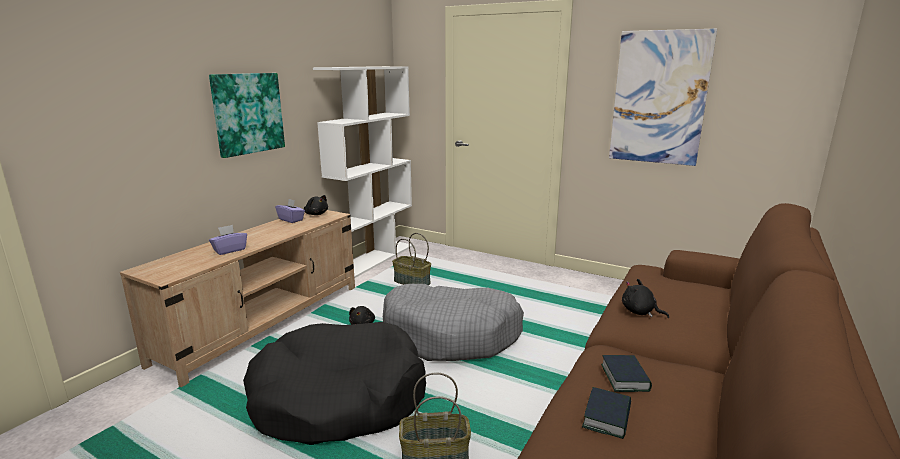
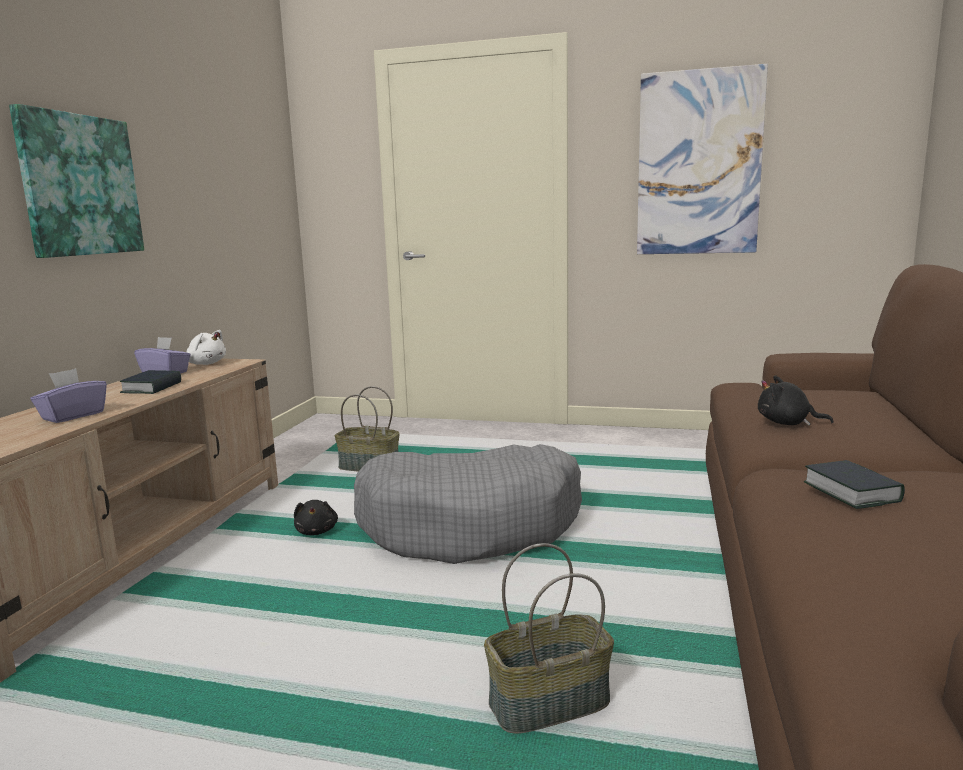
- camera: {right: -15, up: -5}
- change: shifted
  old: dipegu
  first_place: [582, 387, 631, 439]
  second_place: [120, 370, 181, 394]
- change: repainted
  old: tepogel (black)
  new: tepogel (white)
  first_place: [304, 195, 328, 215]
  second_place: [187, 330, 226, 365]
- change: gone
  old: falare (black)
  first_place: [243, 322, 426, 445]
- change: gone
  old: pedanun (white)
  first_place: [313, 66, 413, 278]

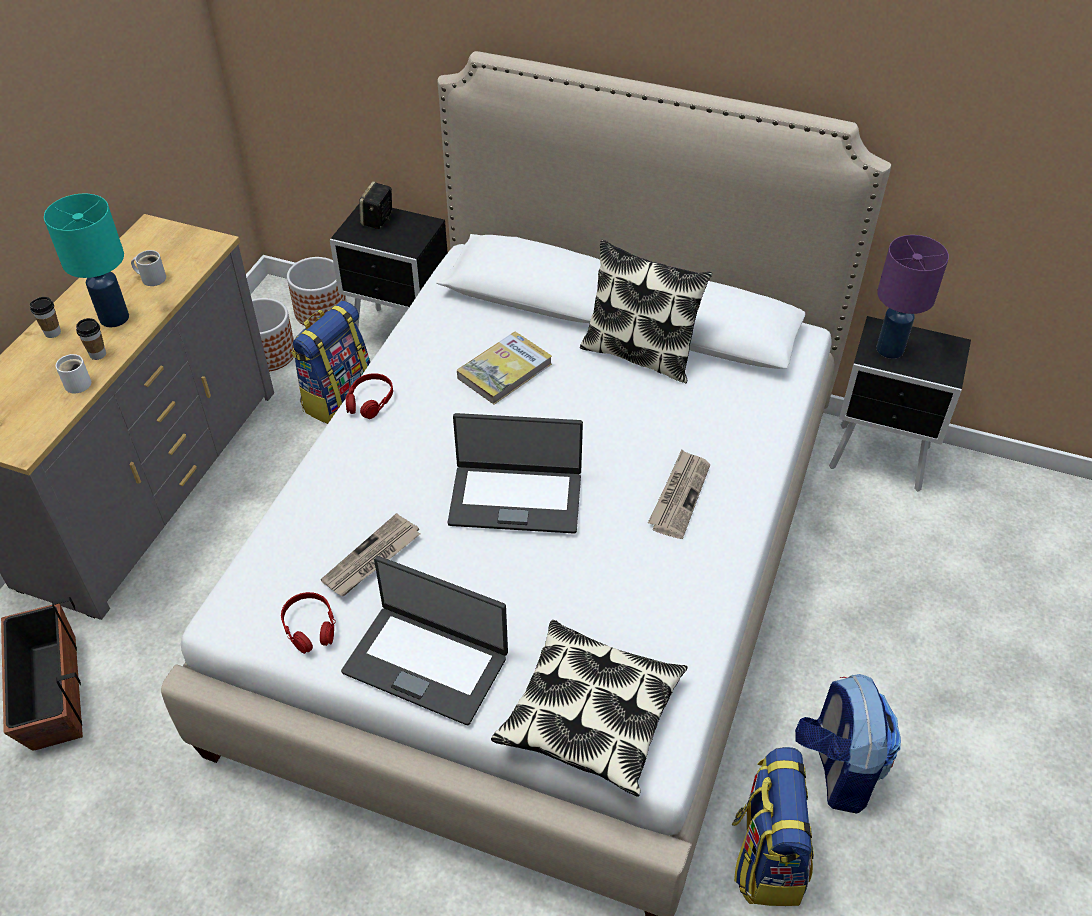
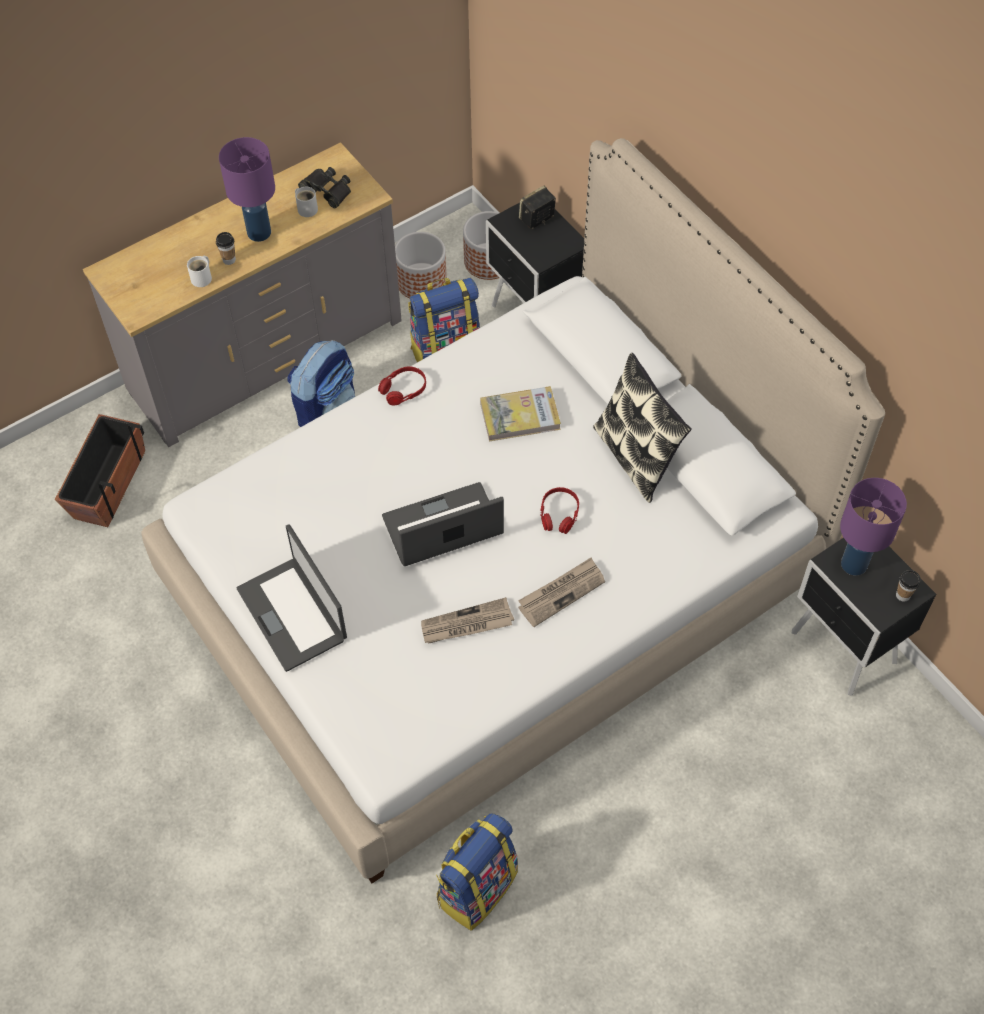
- camera: {right: 35, up: 10}
- change: repainted
  old: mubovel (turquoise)
  new: mubovel (purple)
  first_place: [44, 194, 129, 327]
  second_place: [219, 137, 275, 242]
- change: shifted
  old: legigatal
  first_place: [795, 674, 901, 813]
  second_place: [287, 340, 355, 427]
- change: new
  new: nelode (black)
  second_place: [298, 167, 351, 209]
- change: rotated
  old: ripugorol
  first_place: [448, 413, 583, 533]
  second_place: [382, 482, 504, 566]
  degrees: 120
- change: shifted
  old: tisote
  first_place: [321, 513, 420, 596]
  second_place: [421, 597, 514, 644]
- change: shifted
  old: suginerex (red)
  first_place: [281, 592, 336, 654]
  second_place: [540, 487, 579, 534]
- change: shifted
  old: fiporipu
  first_place: [30, 297, 61, 338]
  second_place: [896, 570, 920, 602]
- change: gone
  old: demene
  first_place: [491, 620, 688, 797]

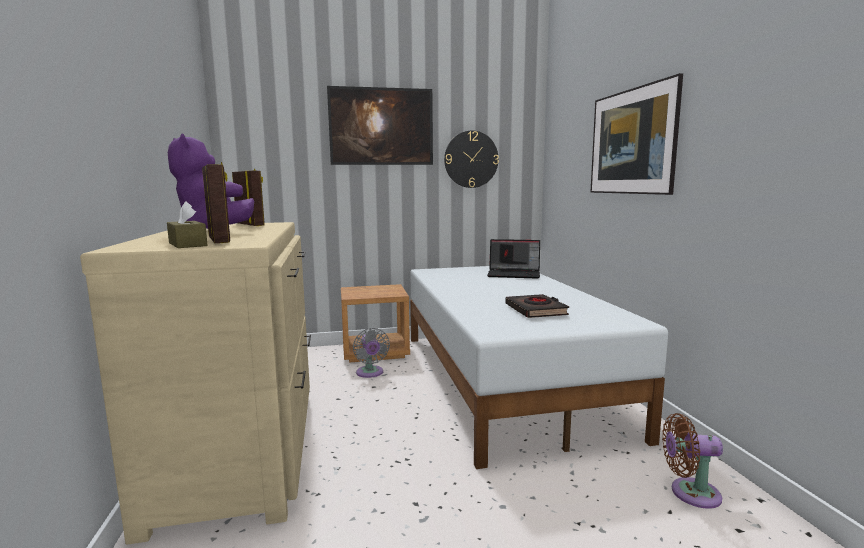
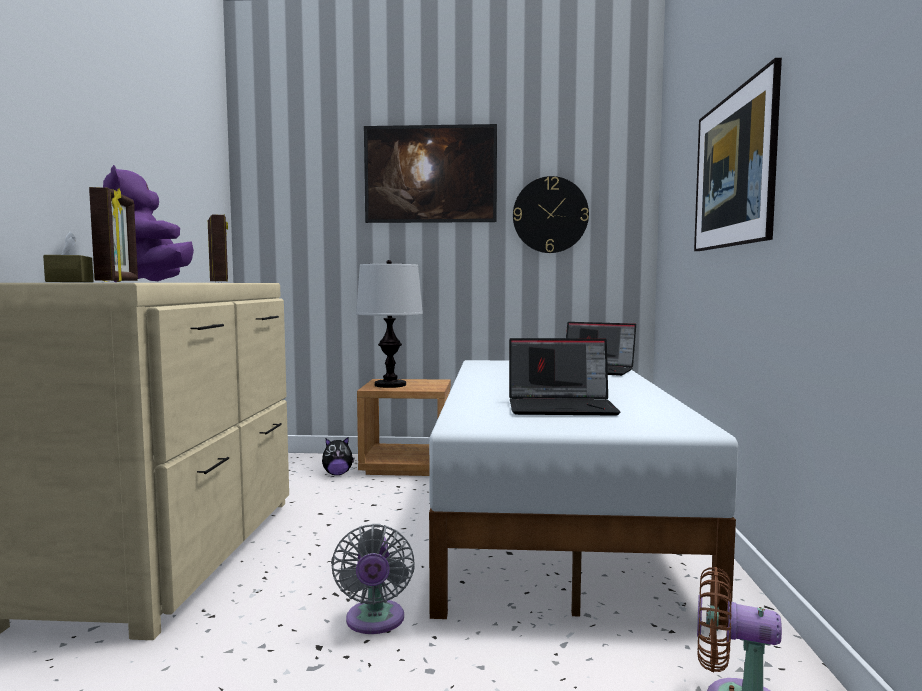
- camera: {right: 15, up: -5}
- change: new
  new: tepogel
  second_place: [322, 437, 355, 475]
- change: shifted
  old: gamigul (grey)
  first_place: [353, 328, 390, 378]
  second_place: [331, 524, 415, 634]
- change: new
  new: mubovel
  second_place: [356, 260, 423, 388]
- change: swapped
  old: dipegu (black)
  new: ripugorol
  first_place: [505, 294, 569, 318]
  second_place: [509, 338, 620, 416]

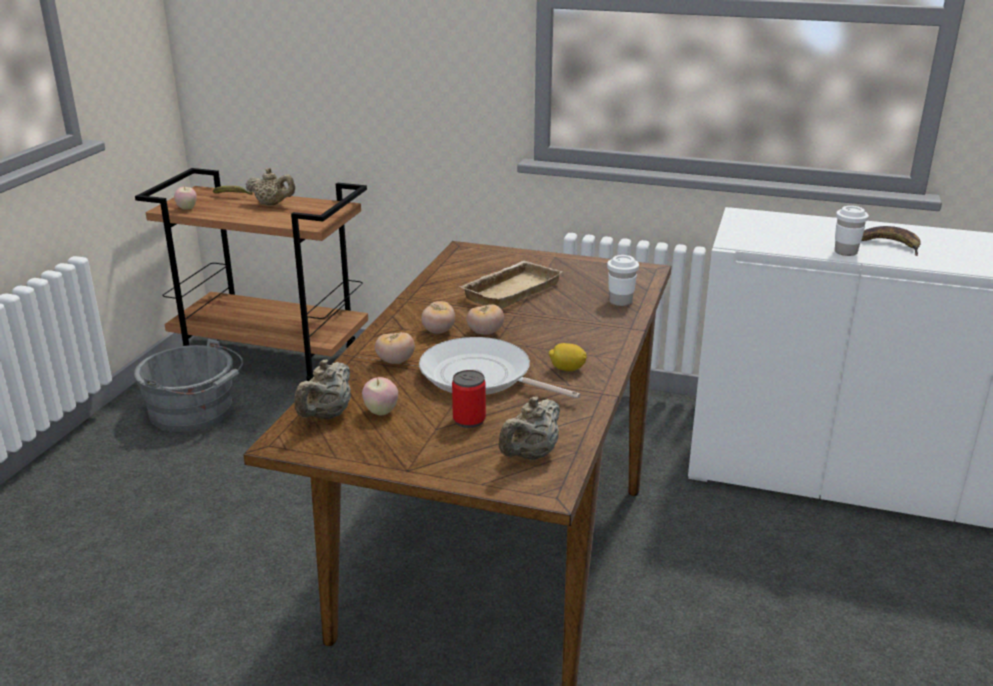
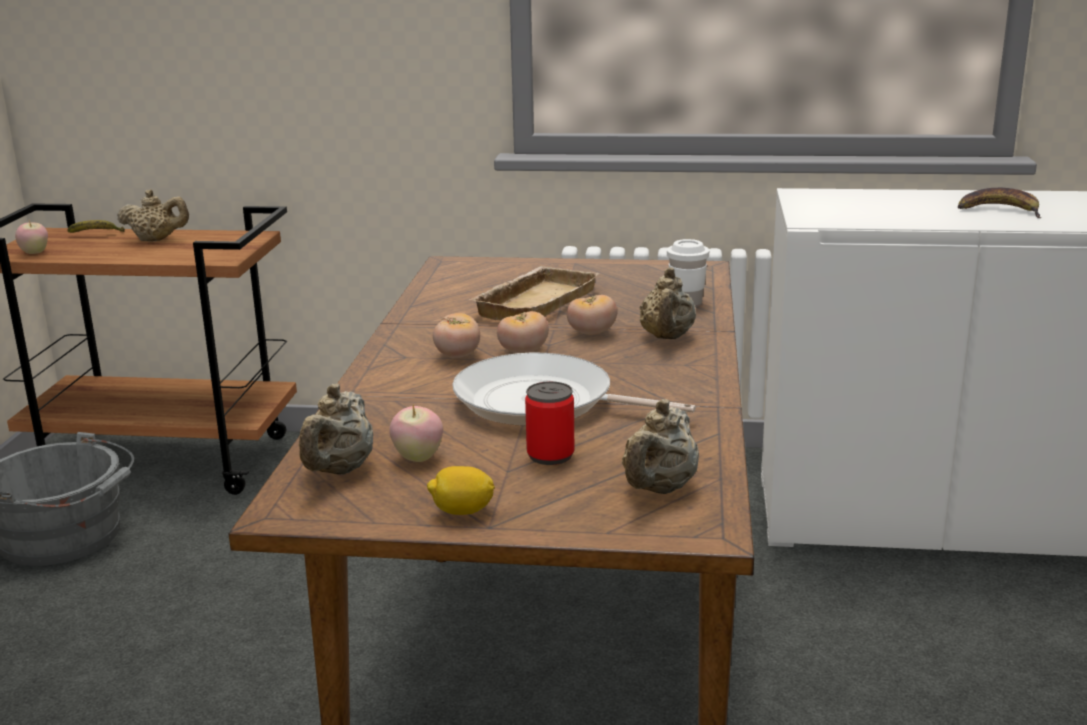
- camera: {right: -10, up: -5}
- change: shifted
  old: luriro
  first_place: [549, 343, 587, 371]
  second_place: [427, 466, 495, 515]
- change: shifted
  old: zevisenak
  first_place: [375, 332, 415, 364]
  second_place: [567, 295, 617, 335]
- change: new
  new: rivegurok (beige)
  second_place: [640, 267, 696, 339]
- change: gone
  old: fiporipu (white)
  first_place: [835, 206, 869, 256]

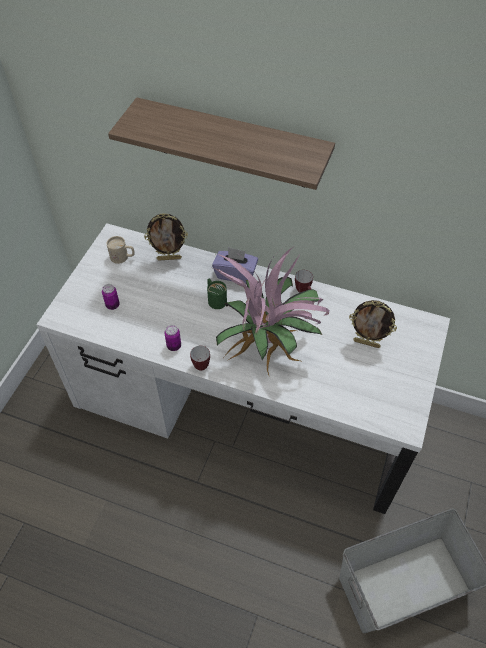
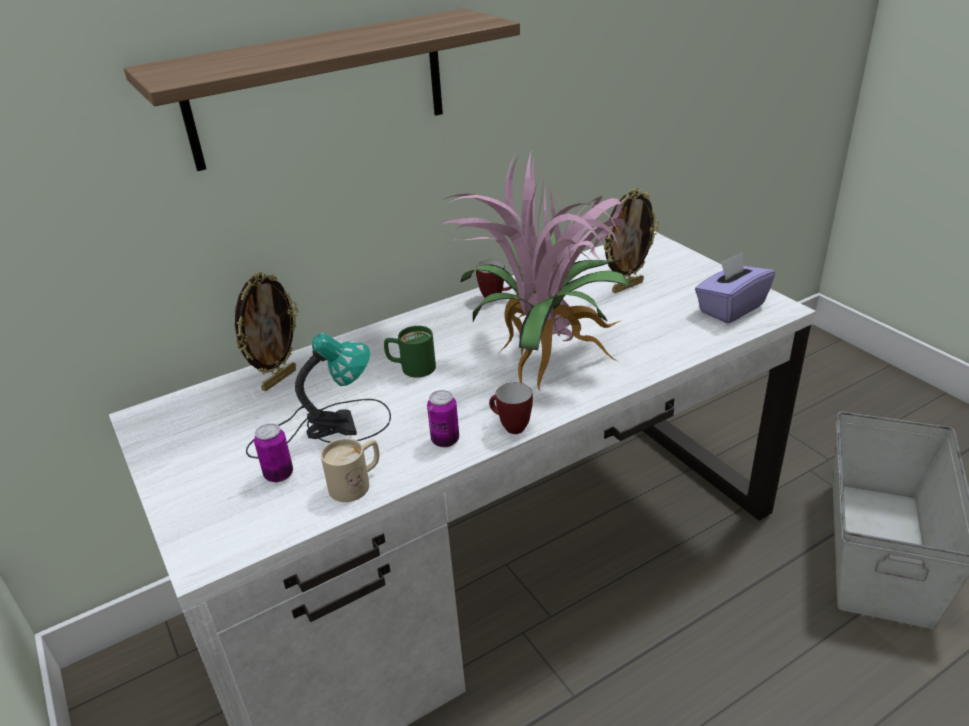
- camera: {right: -50, up: -20}
- change: new
  new: mubovel
  second_place: [246, 333, 391, 458]
- change: shifted
  old: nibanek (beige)
  first_place: [106, 236, 135, 264]
  second_place: [321, 438, 379, 502]
- change: shifted
  old: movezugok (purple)
  first_place: [212, 247, 258, 284]
  second_place: [695, 252, 775, 324]

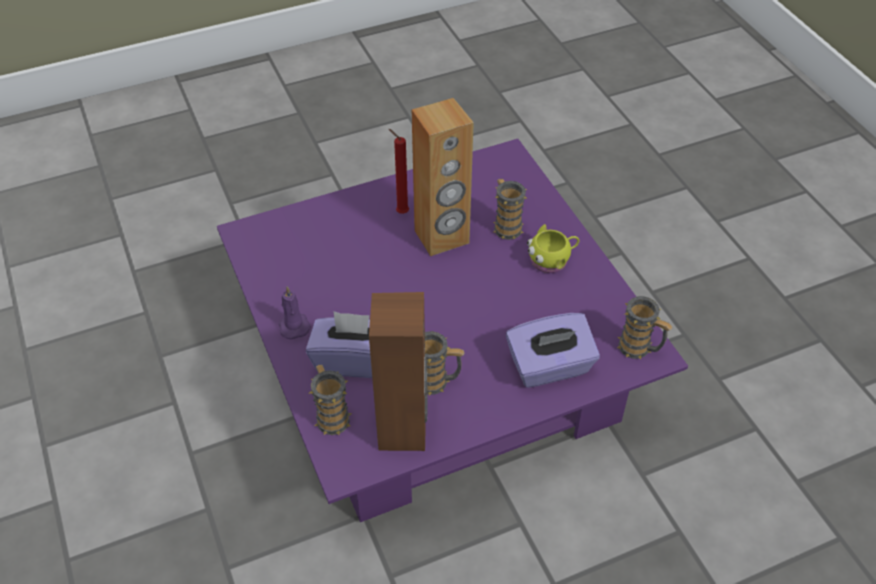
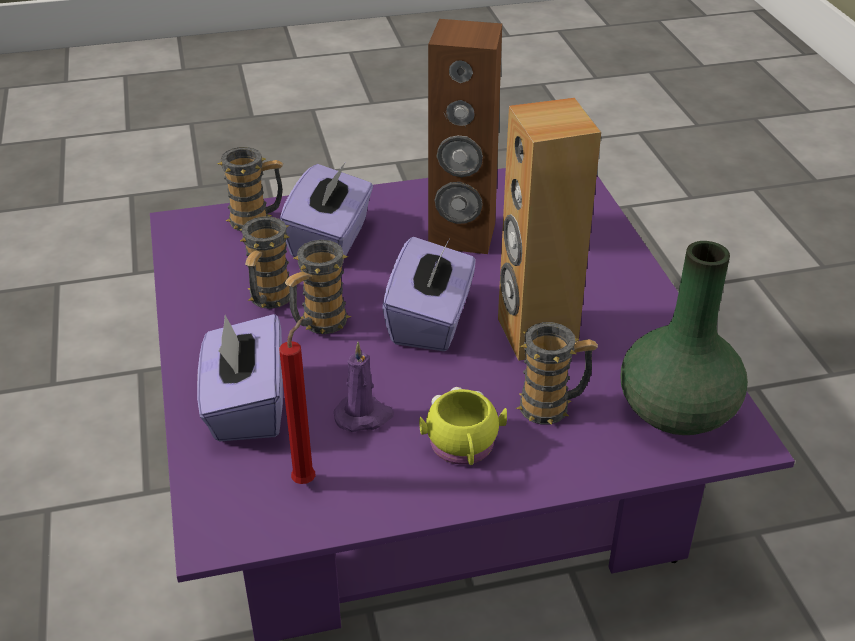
- camera: {right: 100, up: -10}
- change: shifted
  old: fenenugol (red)
  first_place: [389, 129, 409, 214]
  second_place: [279, 319, 316, 484]
- change: shifted
  old: nibanek
  first_place: [617, 296, 672, 359]
  second_place: [284, 240, 351, 334]
- change: shifted
  old: fenenugol (purple)
  first_place: [278, 286, 311, 339]
  second_place: [334, 342, 394, 432]
- change: new
  new: movezugok (purple)
  second_place: [382, 237, 476, 351]
- change: shifted
  old: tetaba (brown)
  first_place: [369, 292, 428, 451]
  second_place: [428, 19, 502, 254]
- change: new
  new: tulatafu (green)
  second_place: [620, 241, 748, 435]

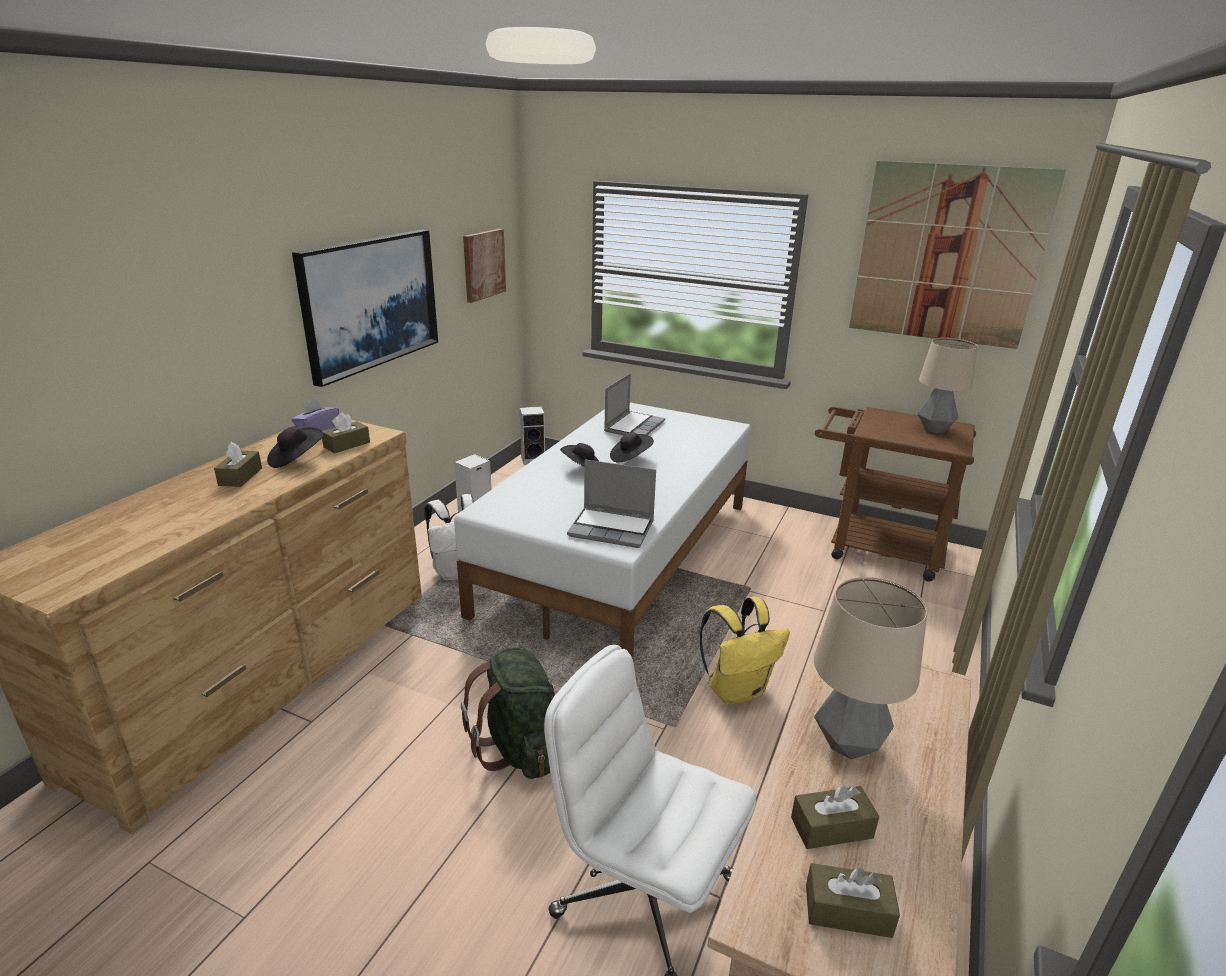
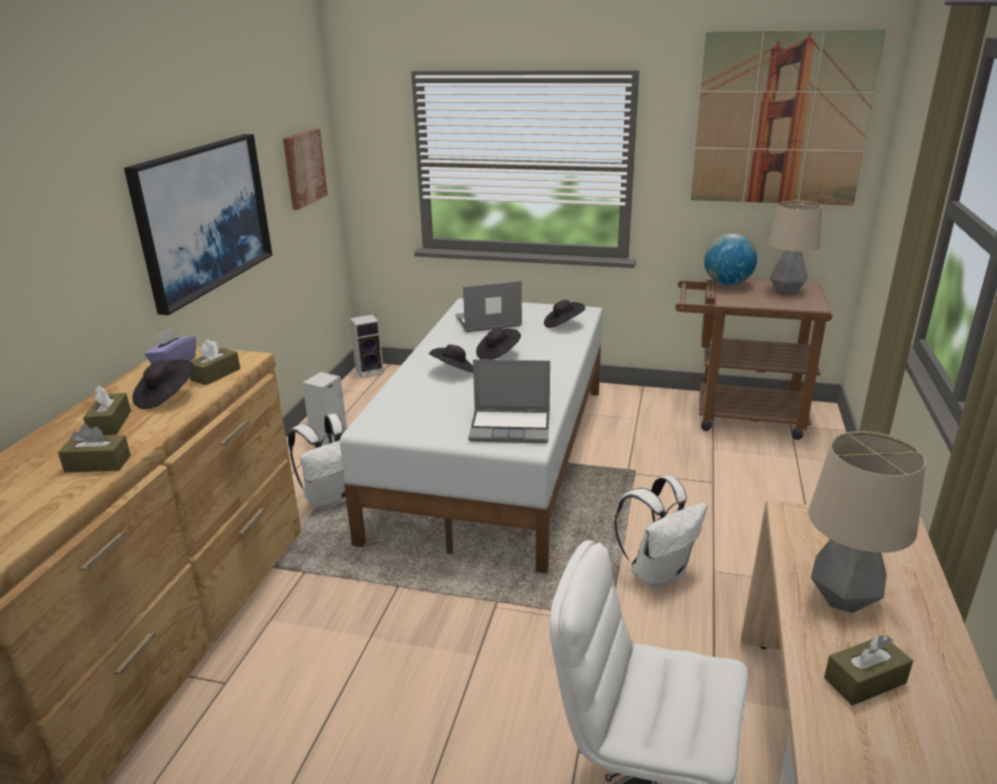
- camera: {right: -10, up: 0}
- change: shifted
  old: movezugok (brown)
  first_place: [806, 863, 900, 938]
  second_place: [58, 424, 131, 473]
- change: rotated
  old: ripugorol
  first_place: [604, 373, 665, 435]
  second_place: [456, 280, 522, 332]
  degrees: -120
- change: new
  new: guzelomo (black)
  second_place: [544, 300, 585, 328]
- change: repainted
  old: legigatal (yellow)
  new: legigatal (white)
  first_place: [700, 597, 790, 705]
  second_place: [614, 476, 707, 588]
- change: new
  new: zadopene
  second_place: [704, 234, 757, 285]
- change: gone
  old: legigatal (green)
  first_place: [461, 648, 558, 779]

